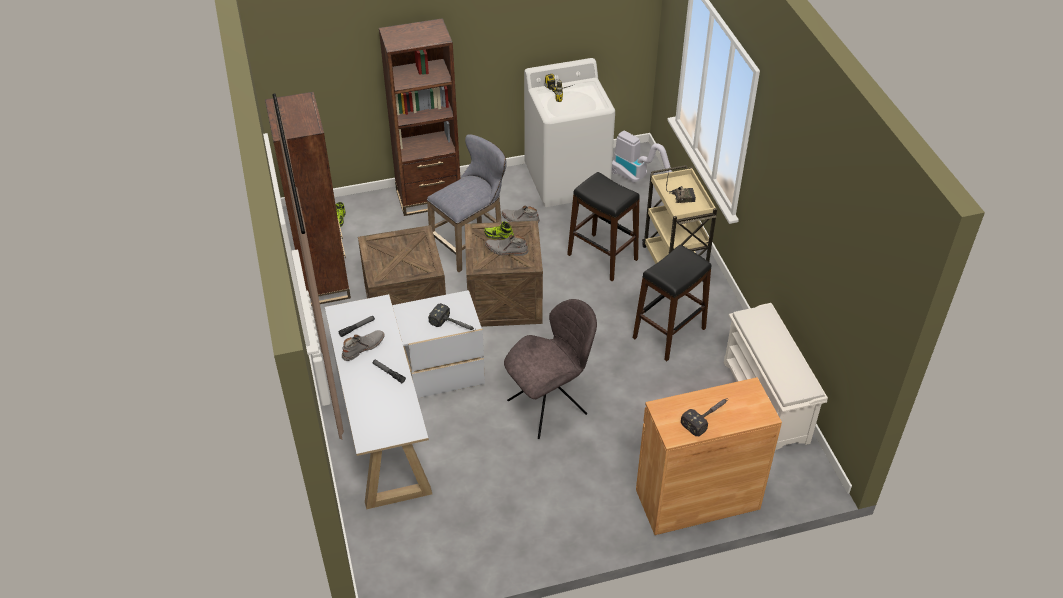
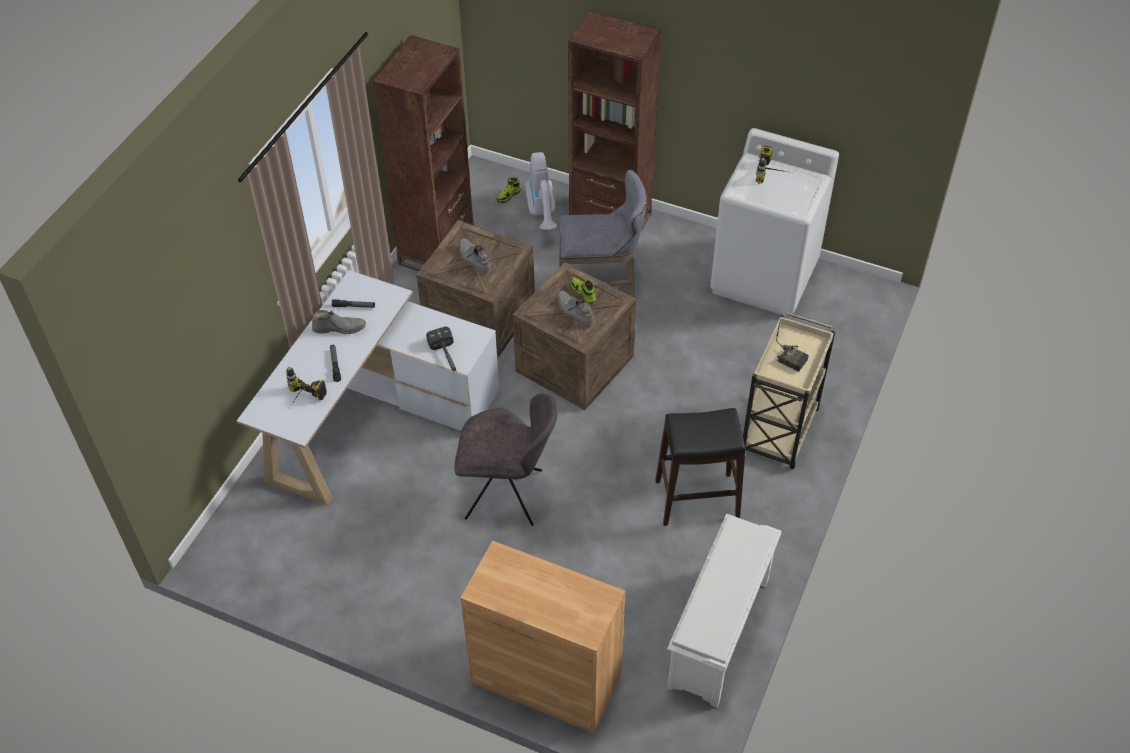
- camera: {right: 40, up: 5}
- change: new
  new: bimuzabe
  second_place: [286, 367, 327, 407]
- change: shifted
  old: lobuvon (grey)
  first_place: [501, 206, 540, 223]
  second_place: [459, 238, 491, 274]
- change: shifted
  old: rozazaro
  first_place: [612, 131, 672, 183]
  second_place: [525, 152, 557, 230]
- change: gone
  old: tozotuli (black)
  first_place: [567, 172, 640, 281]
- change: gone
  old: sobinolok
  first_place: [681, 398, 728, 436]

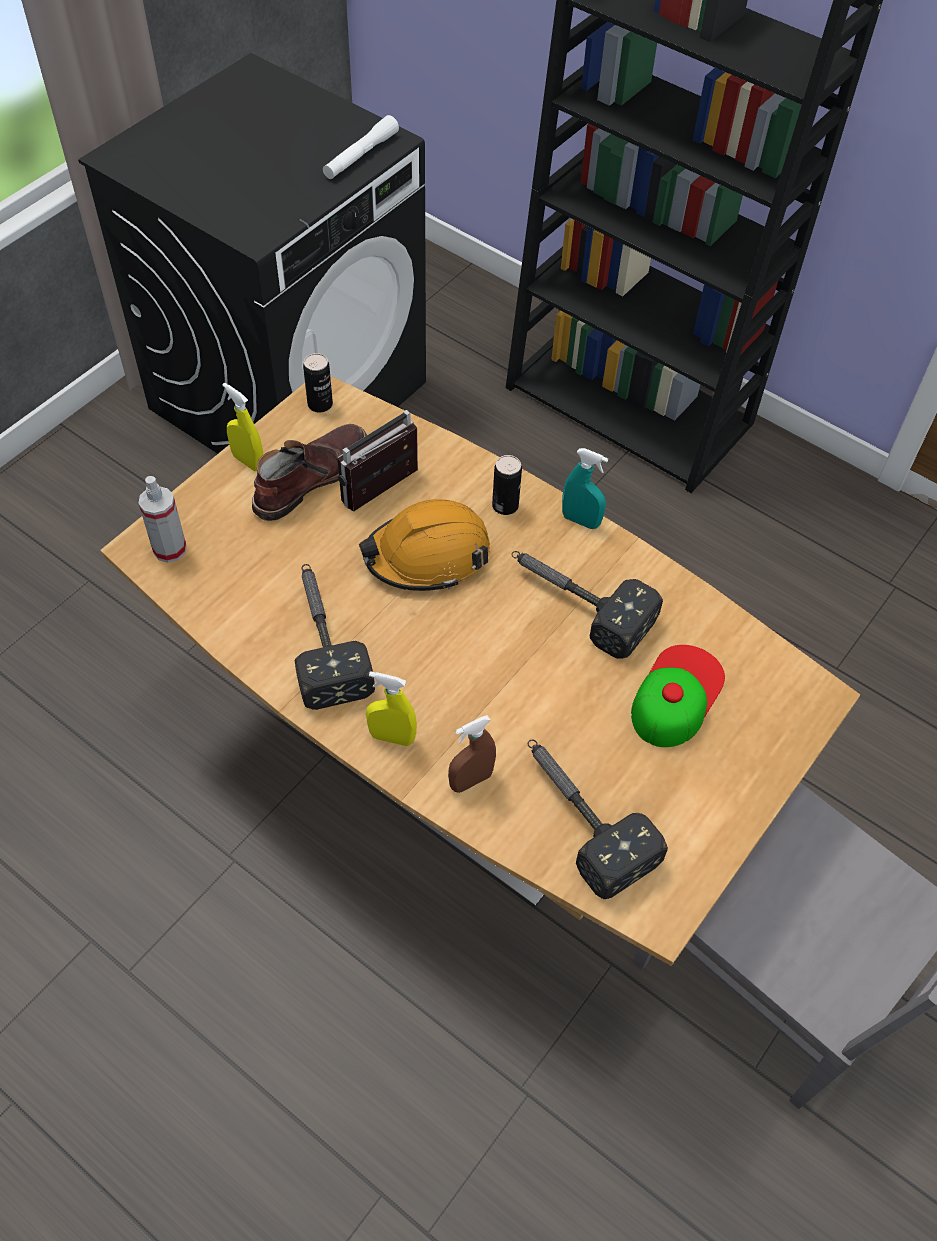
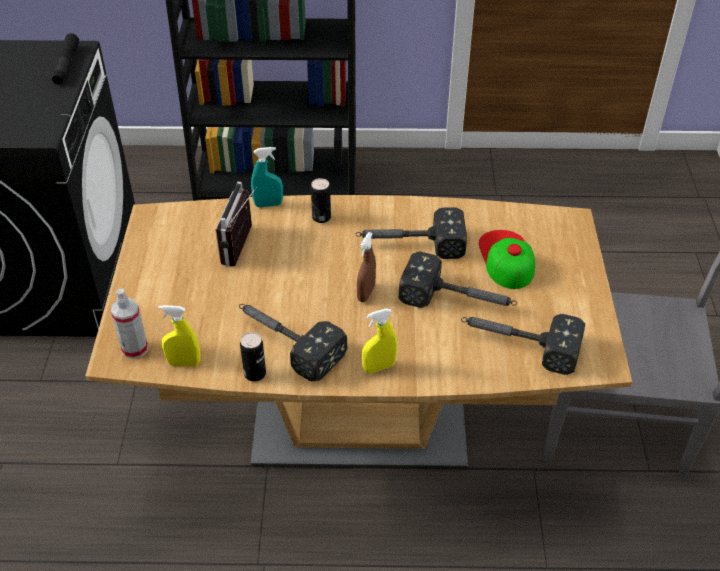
- camera: {right: -35, up: -10}
- change: repainted
  old: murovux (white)
  new: murovux (black)
  first_place: [323, 115, 399, 179]
  second_place: [52, 33, 79, 85]
- change: shifted
  old: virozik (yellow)
  first_place: [222, 383, 263, 471]
  second_place: [158, 305, 201, 367]
- change: shifted
  old: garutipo
  first_place: [303, 353, 333, 413]
  second_place: [240, 332, 266, 382]
- change: shifted
  old: virozik (turquoise)
  first_place: [562, 448, 608, 529]
  second_place: [251, 147, 283, 207]
- change: shifted
  old: virozik (brown)
  first_place: [448, 715, 496, 793]
  second_place: [357, 232, 376, 302]
- change: new
  new: sobinolok
  second_place: [398, 252, 517, 308]
- change: gone
  old: lobuvon (brown)
  first_place: [252, 424, 367, 521]
- change: gone
  old: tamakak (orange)
  first_place: [359, 499, 490, 591]

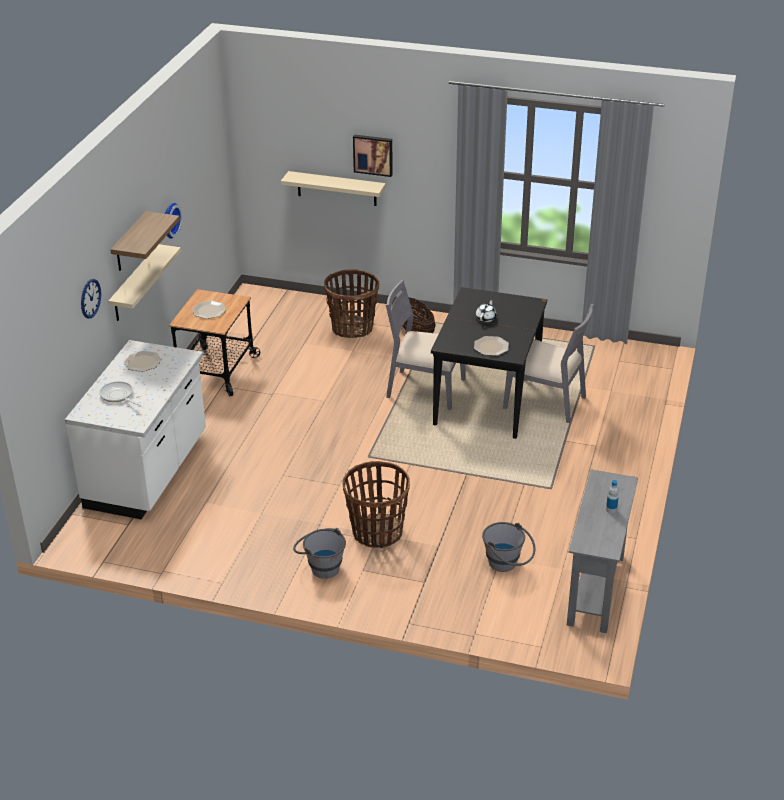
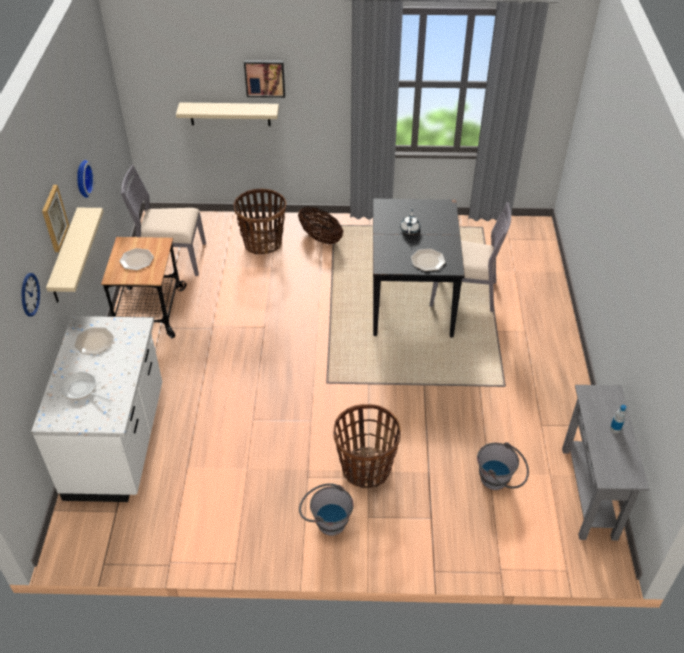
- camera: {right: -15, up: 10}
- change: swapped
  old: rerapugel
  new: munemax
  first_place: [110, 211, 180, 271]
  second_place: [42, 185, 69, 252]
- change: shifted
  old: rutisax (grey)
  first_place: [386, 280, 466, 410]
  second_place: [121, 165, 206, 276]

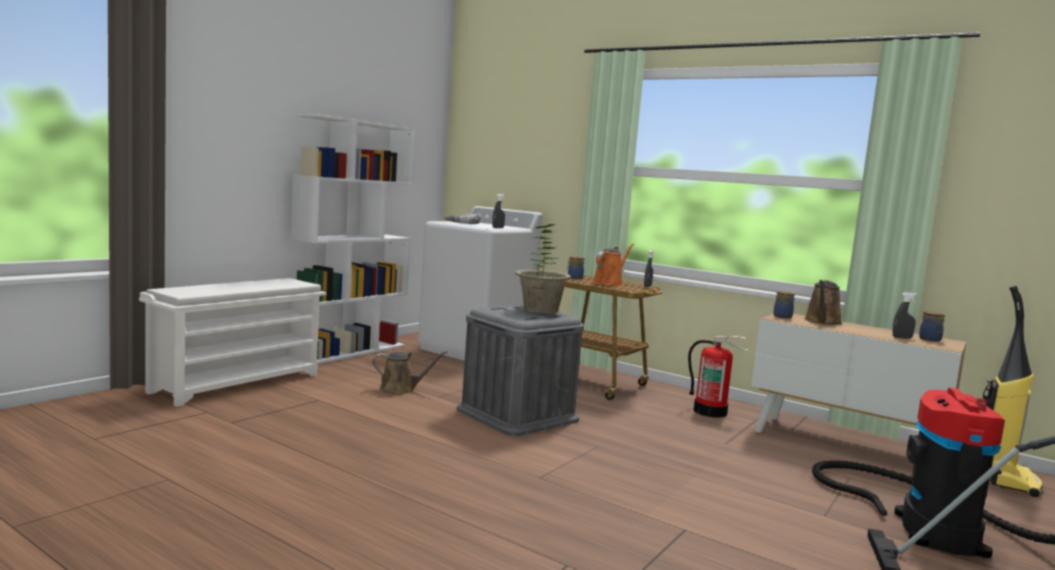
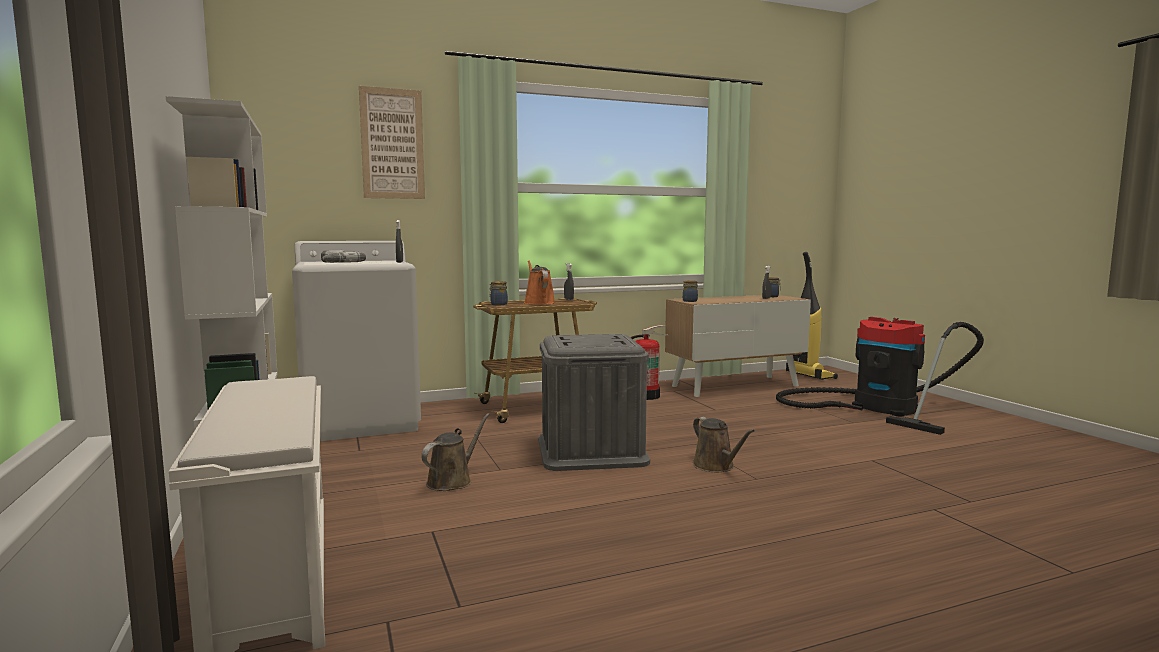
- camera: {right: -55, up: 0}
- change: new
  new: munemax
  second_place: [359, 86, 425, 199]
- change: shifted
  old: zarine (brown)
  first_place: [804, 280, 842, 325]
  second_place: [693, 417, 755, 472]
- change: gone
  old: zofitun
  first_place: [515, 224, 571, 314]

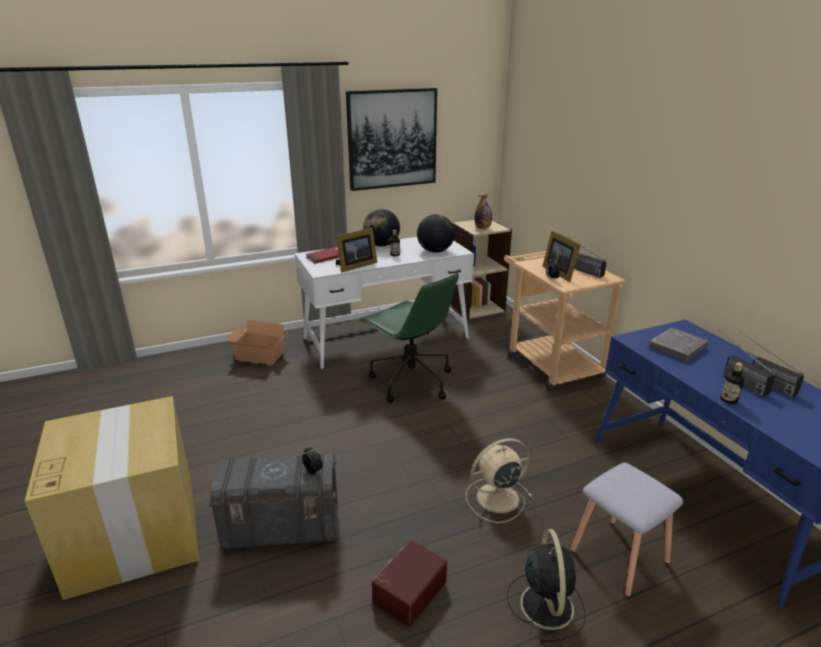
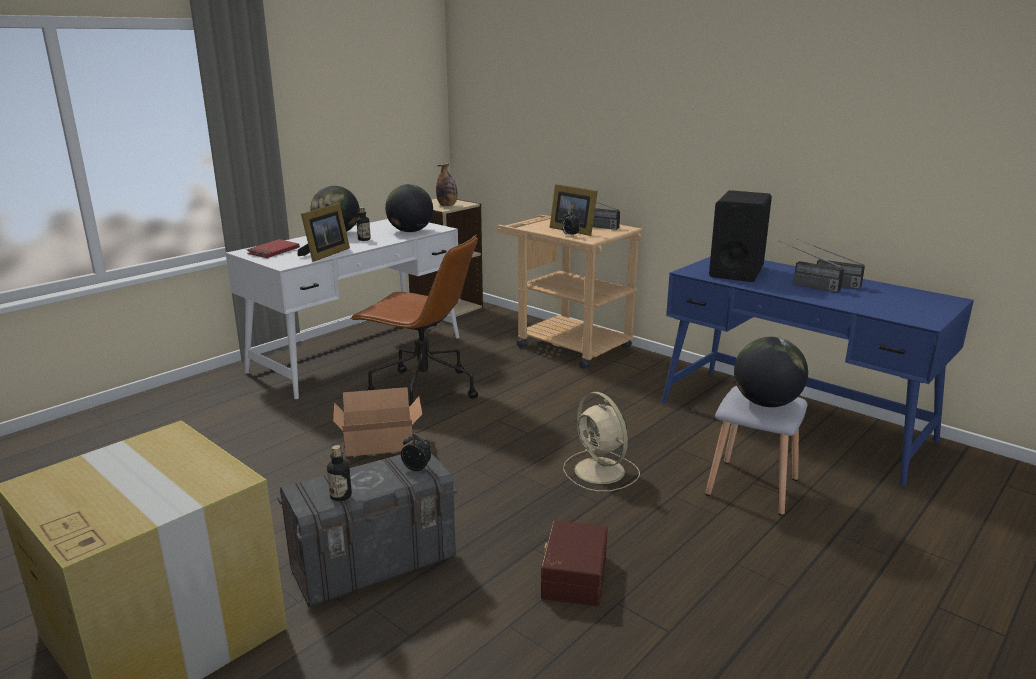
- camera: {right: -25, up: -5}
- change: shifted
  old: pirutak
  first_place: [720, 362, 744, 404]
  second_place: [327, 445, 352, 501]
- change: shifted
  old: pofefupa
  first_place: [227, 320, 285, 365]
  second_place: [333, 387, 422, 457]
- change: repainted
  old: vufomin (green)
  new: vufomin (brown)
  first_place: [359, 272, 459, 403]
  second_place: [350, 235, 478, 406]
- change: rotated
  old: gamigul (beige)
  first_place: [466, 438, 533, 523]
  second_place: [563, 392, 640, 492]
  degrees: -75
- change: swapped
  old: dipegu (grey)
  new: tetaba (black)
  first_place: [649, 328, 709, 361]
  second_place: [709, 190, 772, 282]
- change: new
  new: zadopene
  second_place: [734, 337, 808, 407]
- change: gone
  old: munemax
  first_place: [346, 88, 437, 191]
- change: gone
  old: gamigul (black)
  first_place: [507, 529, 585, 643]

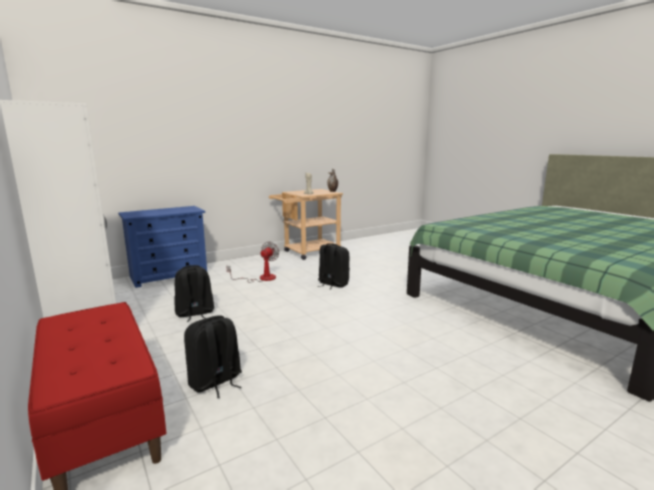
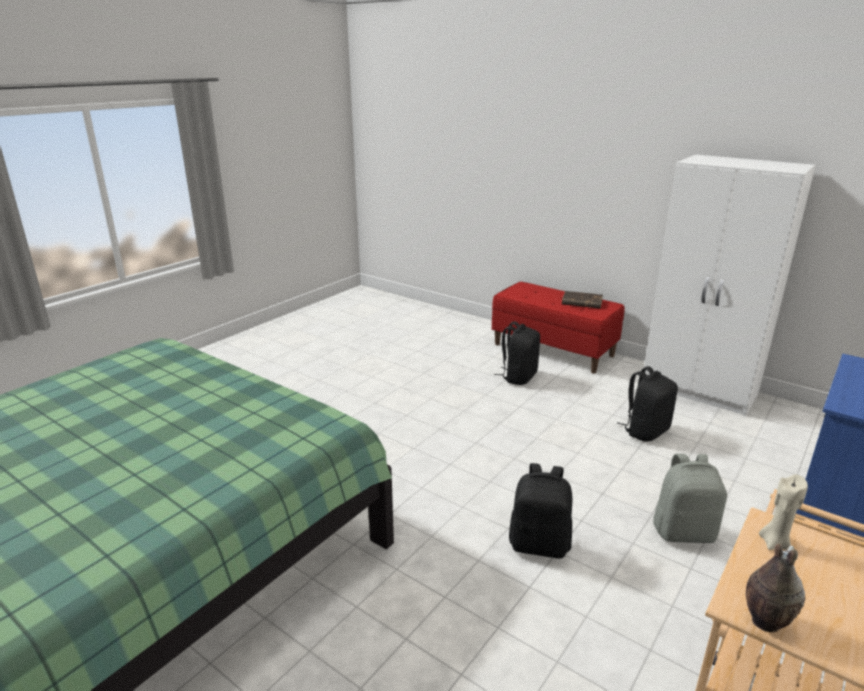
- camera: {right: 160, up: 10}
- change: new
  new: dipegu (brown)
  second_place: [562, 291, 603, 309]
- change: swapped
  old: gamigul
  new: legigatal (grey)
  first_place: [226, 241, 279, 282]
  second_place: [653, 454, 727, 543]

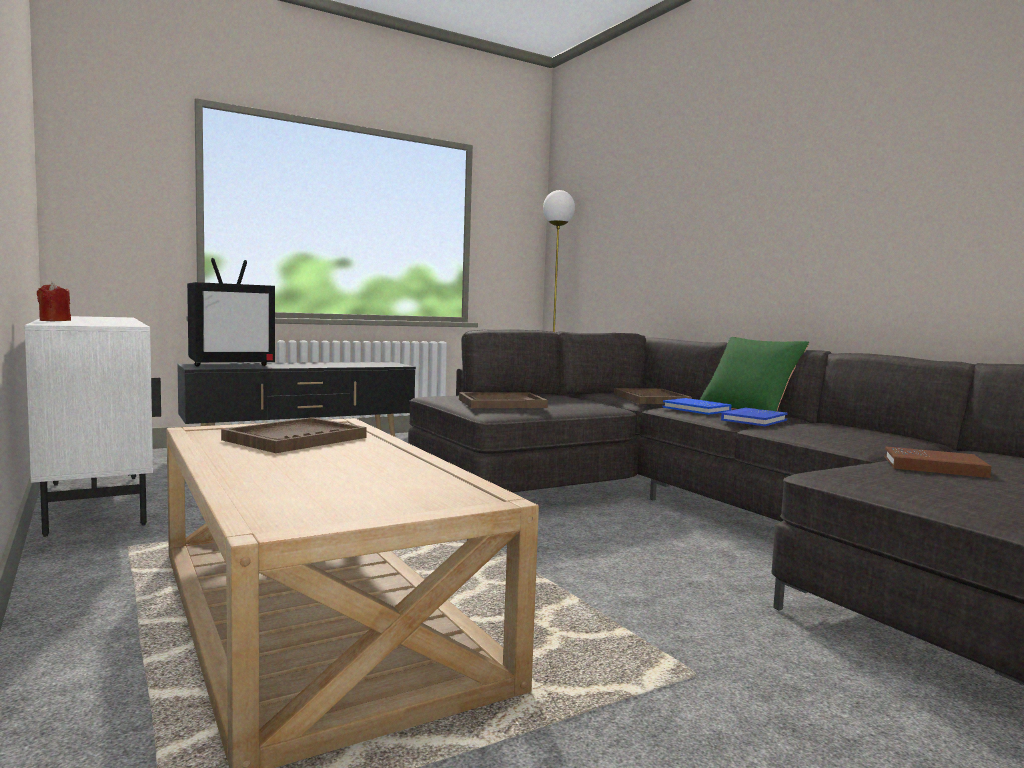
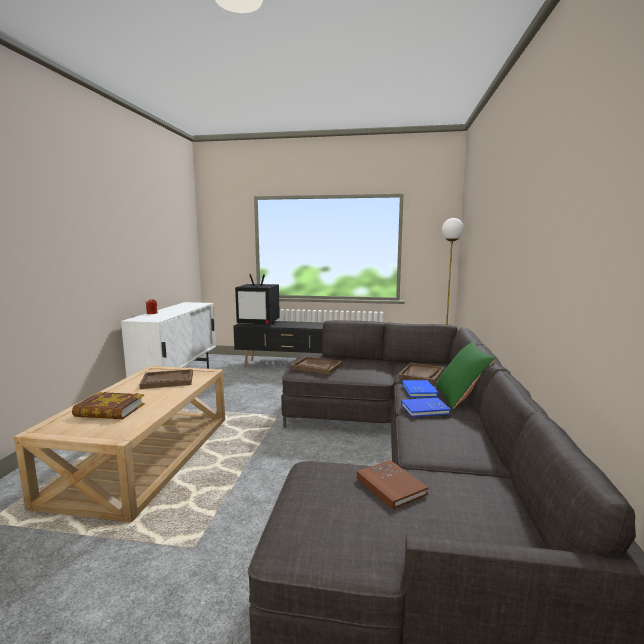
- camera: {right: 40, up: 5}
- change: new
  new: dipegu
  second_place: [72, 392, 145, 419]

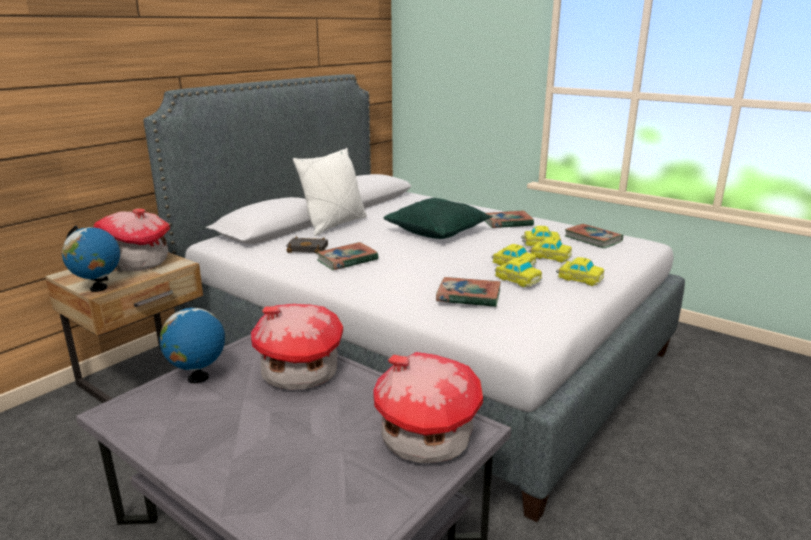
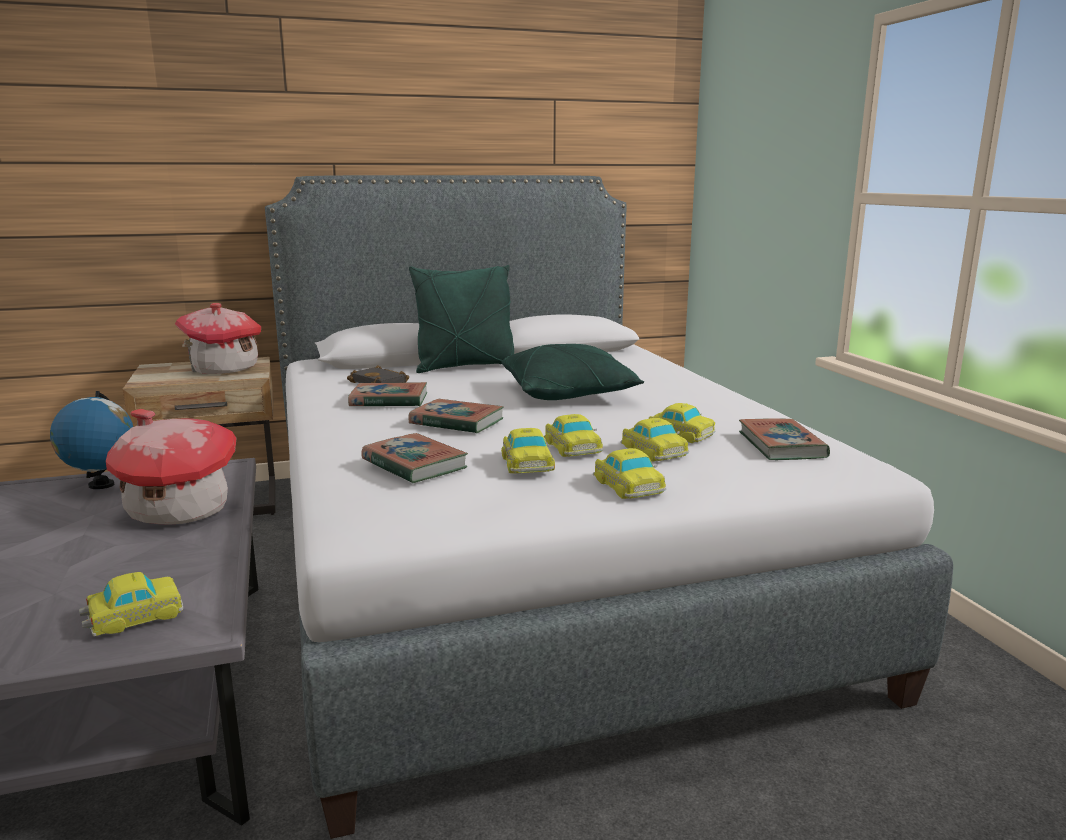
- camera: {right: 35, up: -5}
- change: swapped
  old: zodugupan
  new: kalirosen
  first_place: [373, 352, 483, 463]
  second_place: [79, 572, 183, 636]
- change: shifted
  old: dipegu
  first_place: [485, 210, 534, 228]
  second_place: [408, 399, 504, 434]
- change: repainted
  old: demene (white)
  new: demene (green)
  first_place: [293, 148, 367, 236]
  second_place: [409, 265, 514, 373]
- change: gone
  old: zadopene
  first_place: [62, 226, 120, 292]

